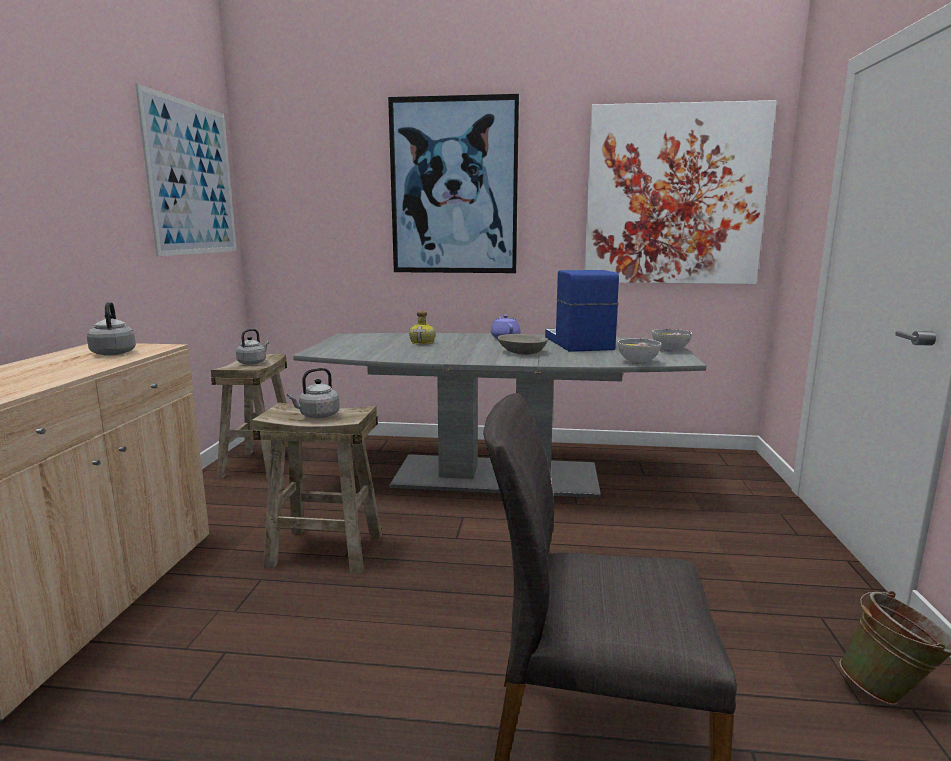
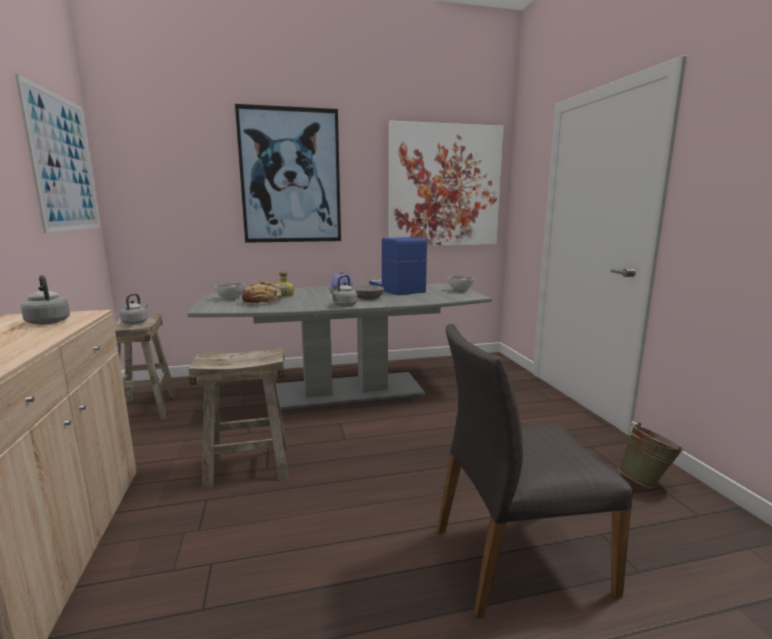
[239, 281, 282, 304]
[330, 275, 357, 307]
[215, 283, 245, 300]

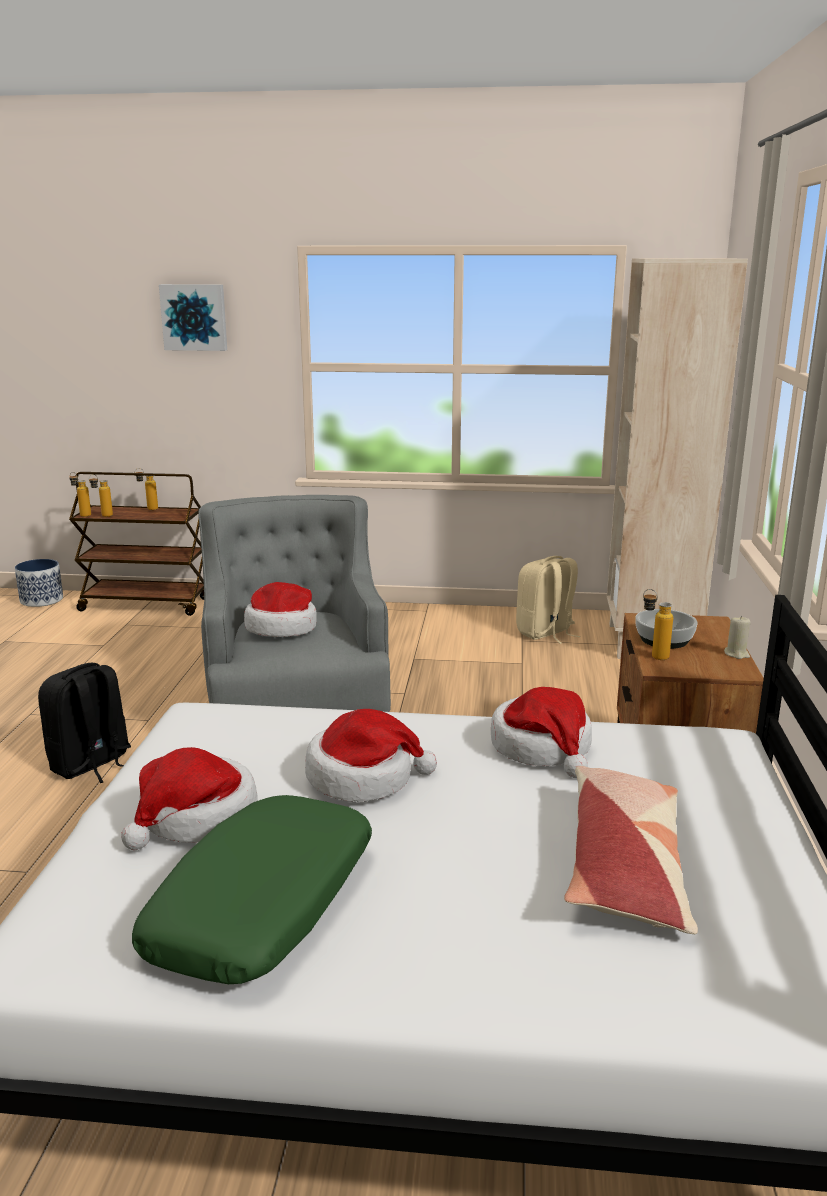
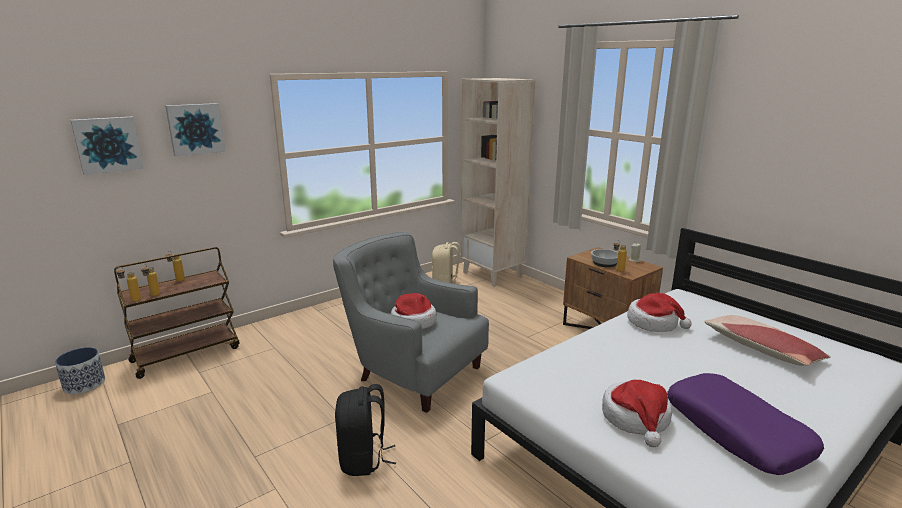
[305, 709, 437, 801] (first image)
[71, 117, 143, 175]
[667, 373, 824, 475]

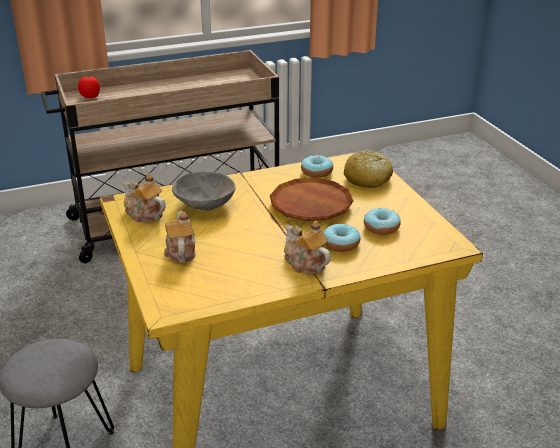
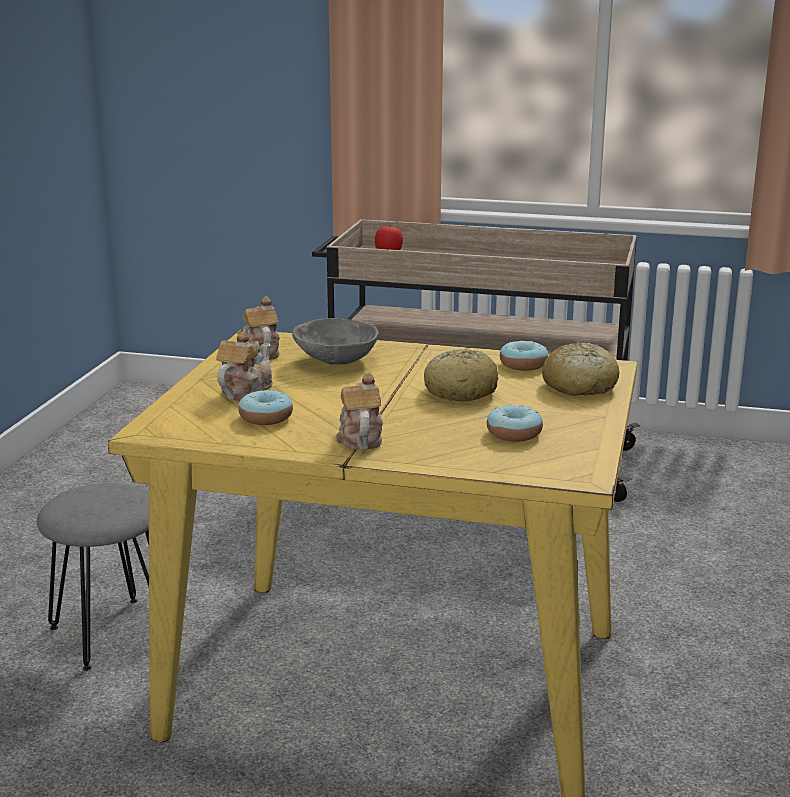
[238, 390, 293, 425]
[424, 349, 499, 401]

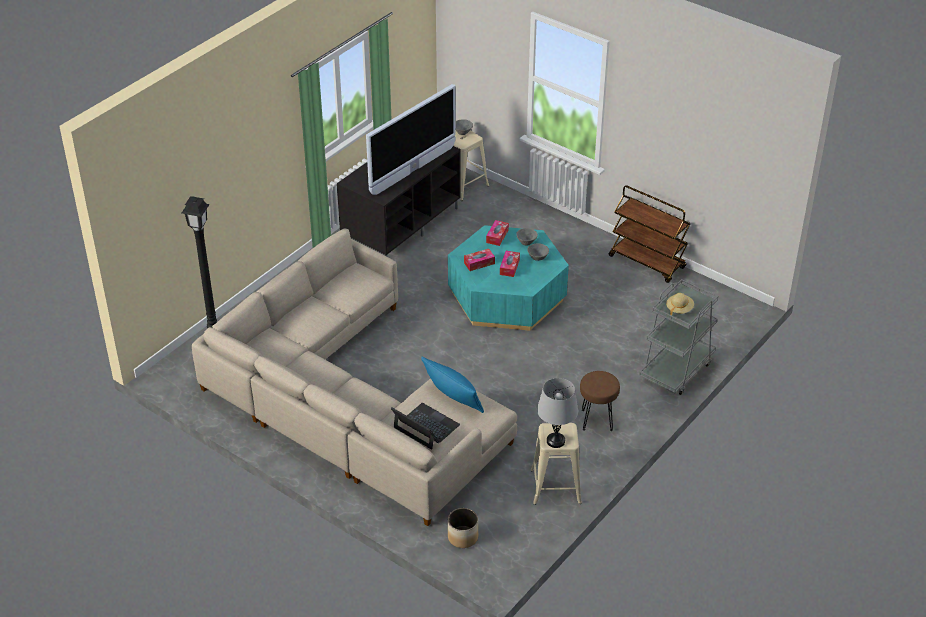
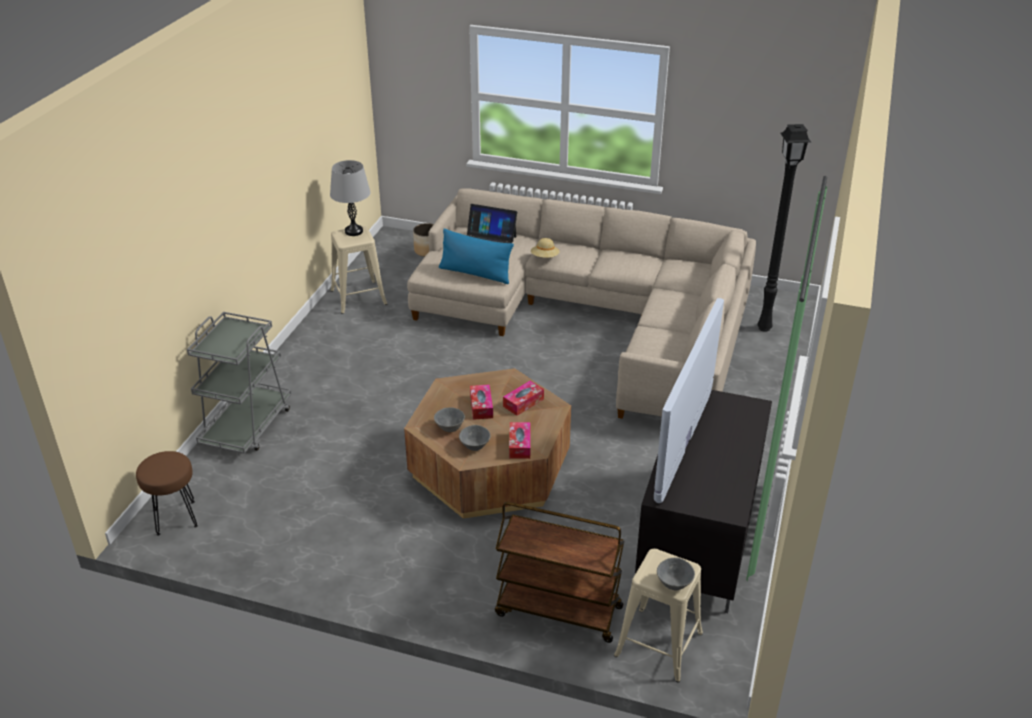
[136, 451, 198, 536]
[495, 502, 624, 643]
[531, 238, 559, 258]
[404, 368, 571, 519]

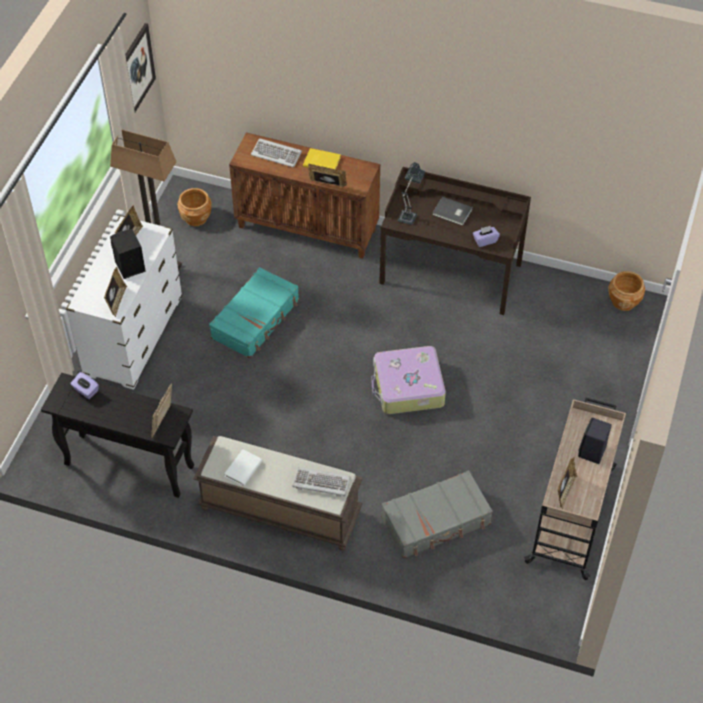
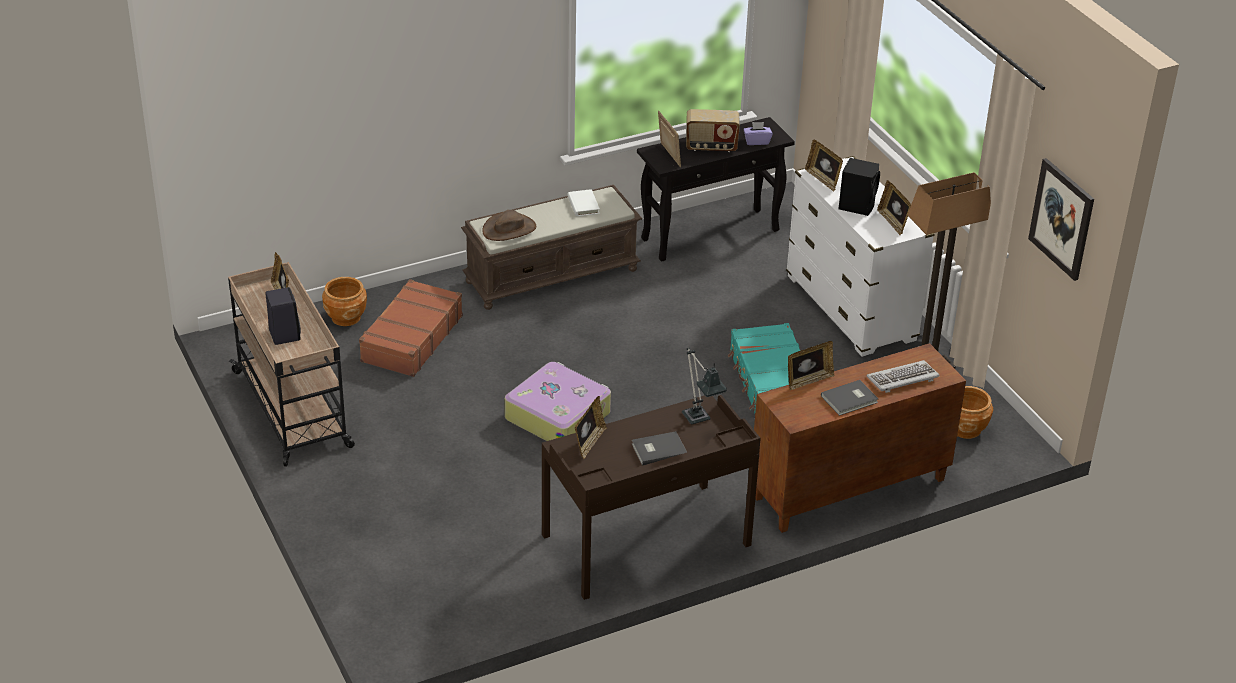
[686, 109, 740, 152]
[322, 277, 367, 326]
[482, 210, 536, 241]
[575, 396, 607, 459]
[821, 380, 878, 416]
[359, 279, 463, 377]

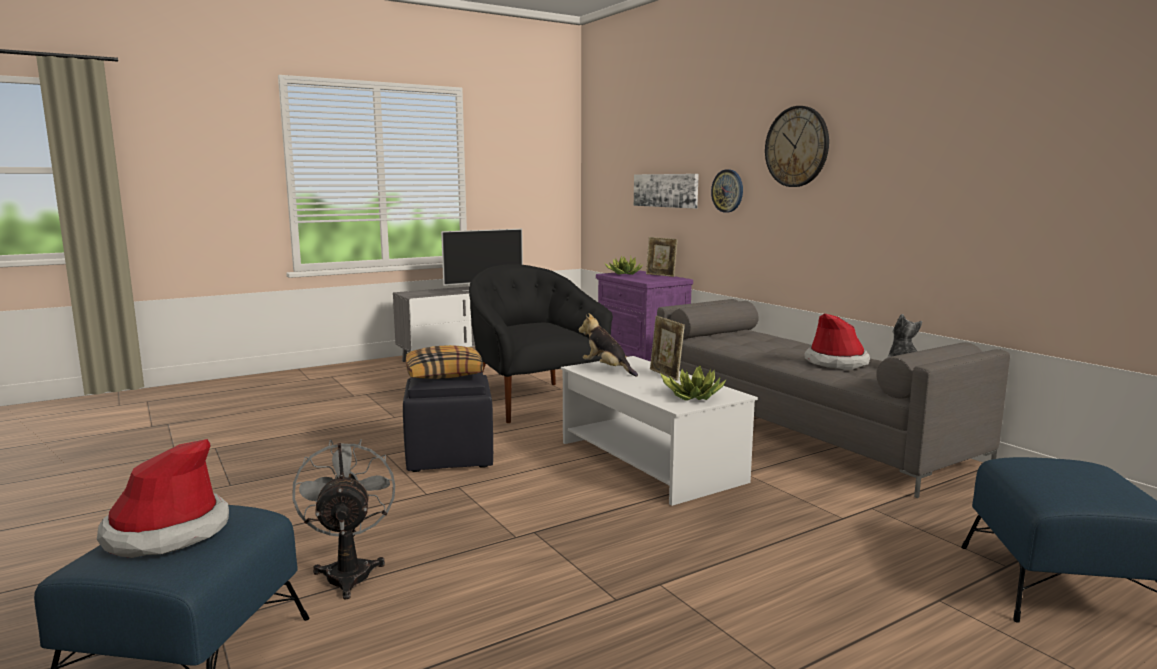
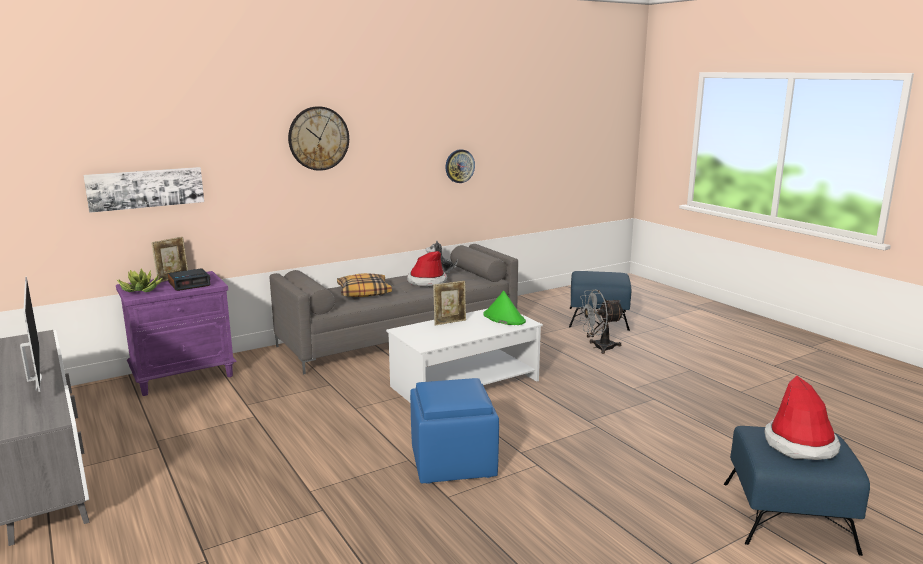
[469, 264, 613, 423] (first image)
[578, 313, 638, 376] (first image)
[168, 268, 211, 291]
[578, 289, 625, 354]
[337, 273, 392, 297]
[445, 149, 475, 183]
[484, 291, 526, 325]
[410, 378, 499, 484]

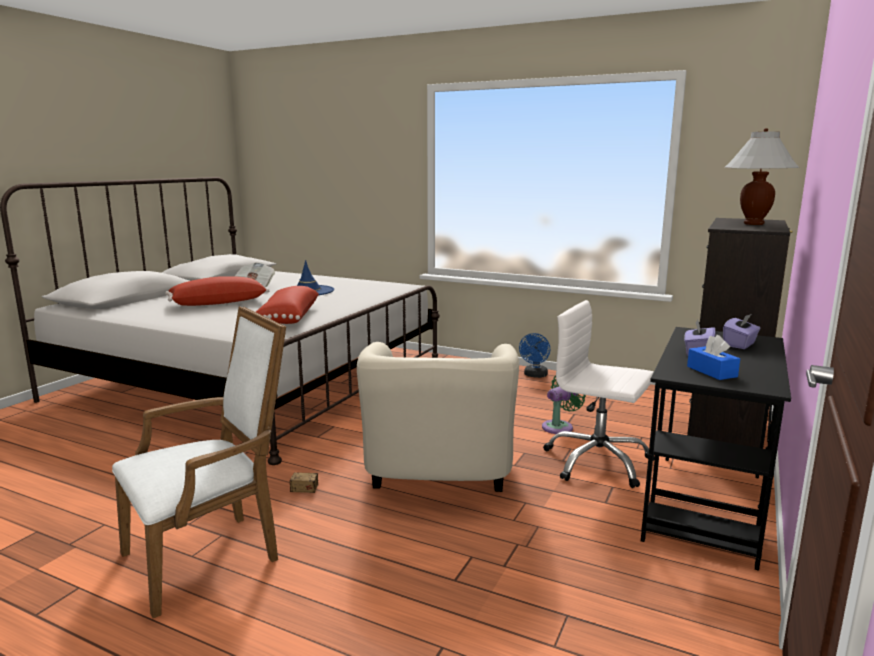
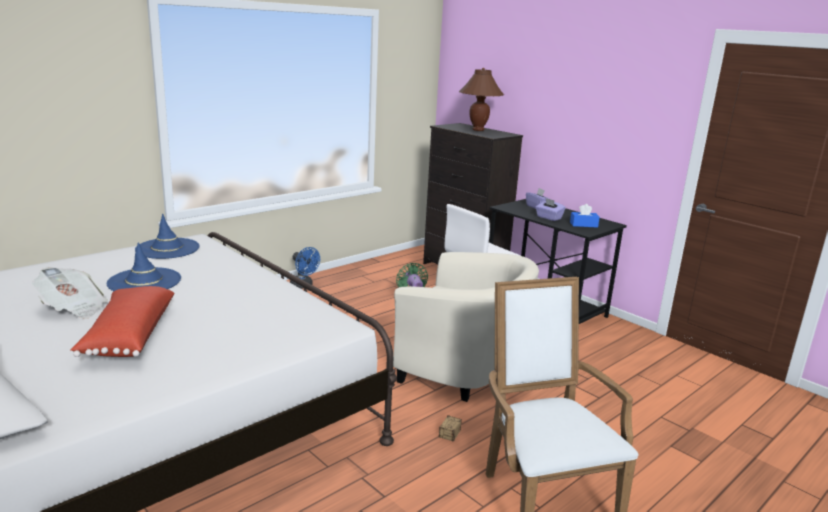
[256, 286, 319, 324] (first image)
[135, 214, 199, 259]
[459, 68, 504, 131]

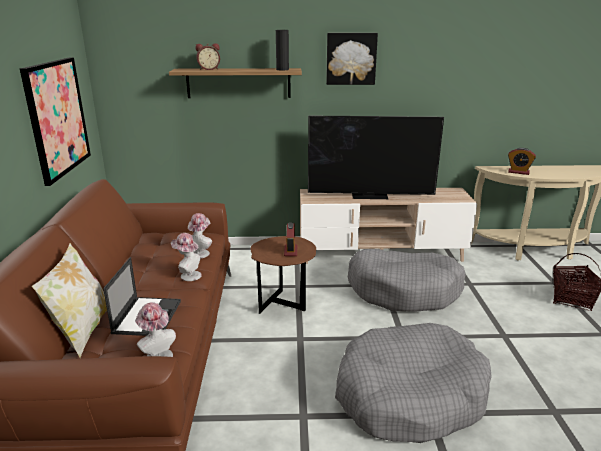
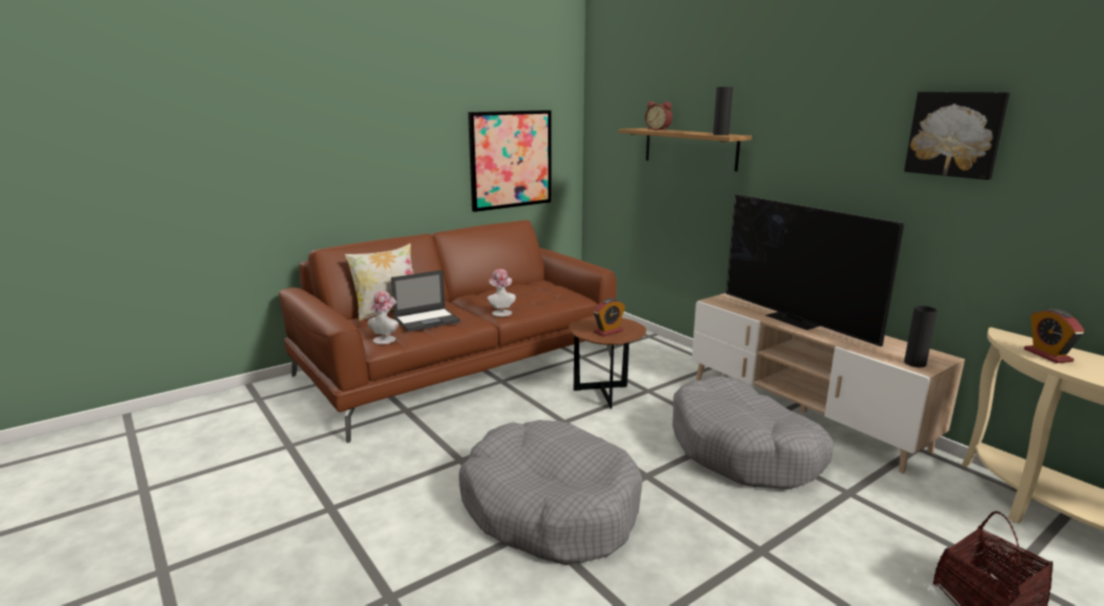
[188, 213, 212, 258] (first image)
[904, 306, 938, 368]
[904, 92, 1010, 180]

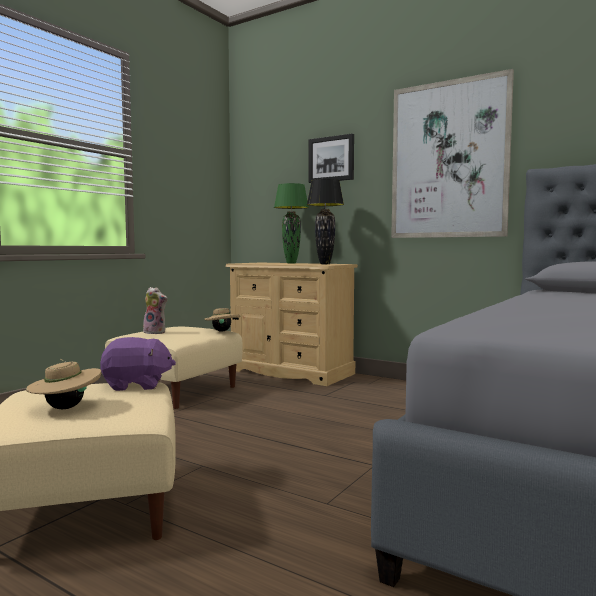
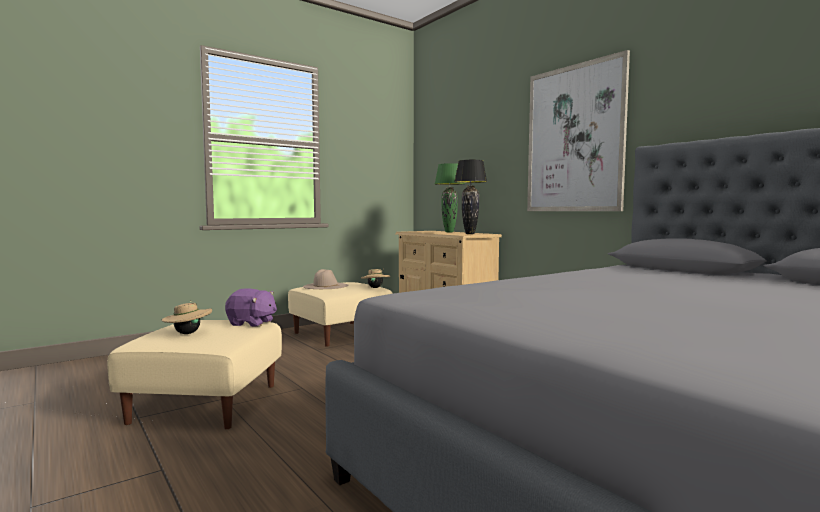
[309, 133, 354, 183] (first image)
[303, 269, 348, 289]

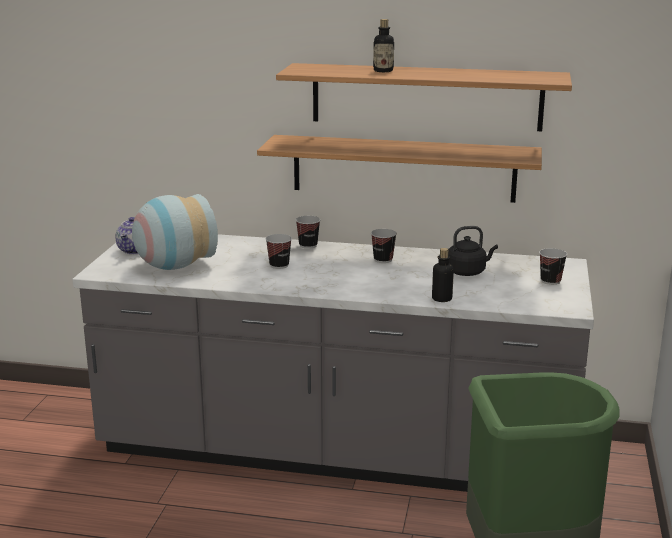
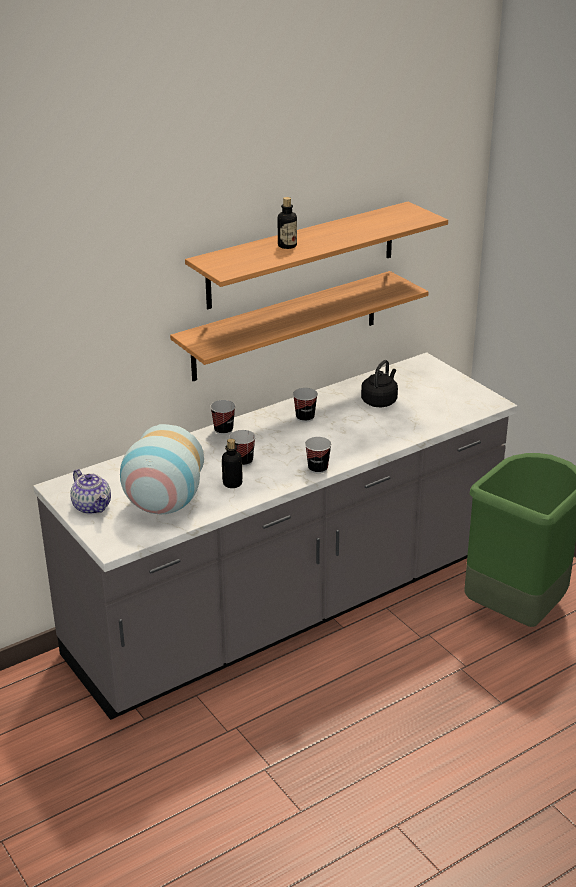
[222, 439, 243, 488]
[305, 437, 332, 474]

